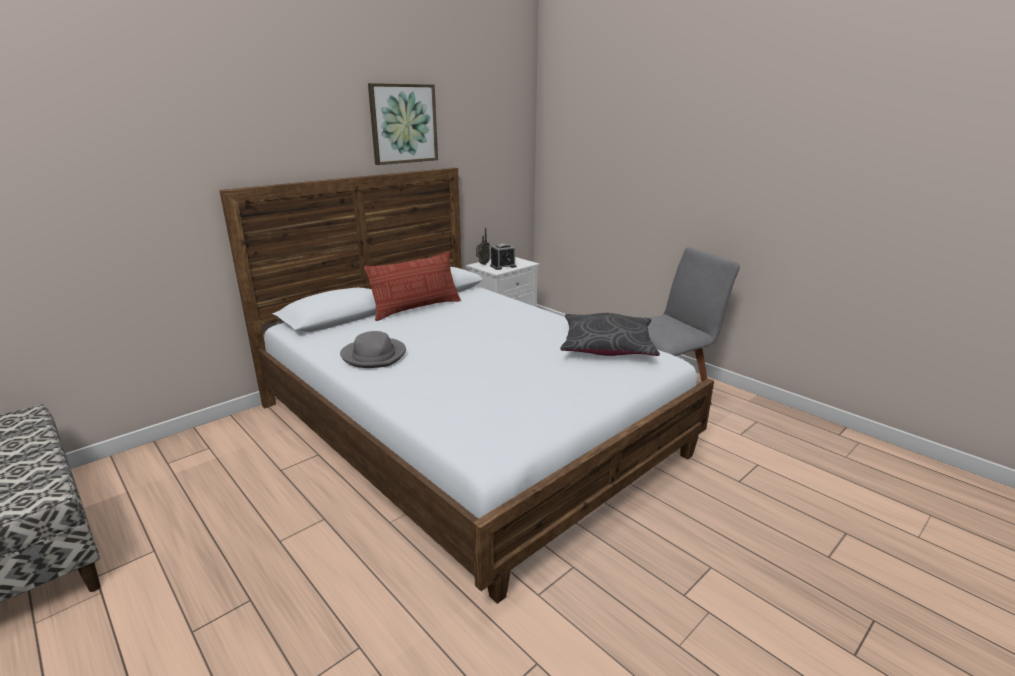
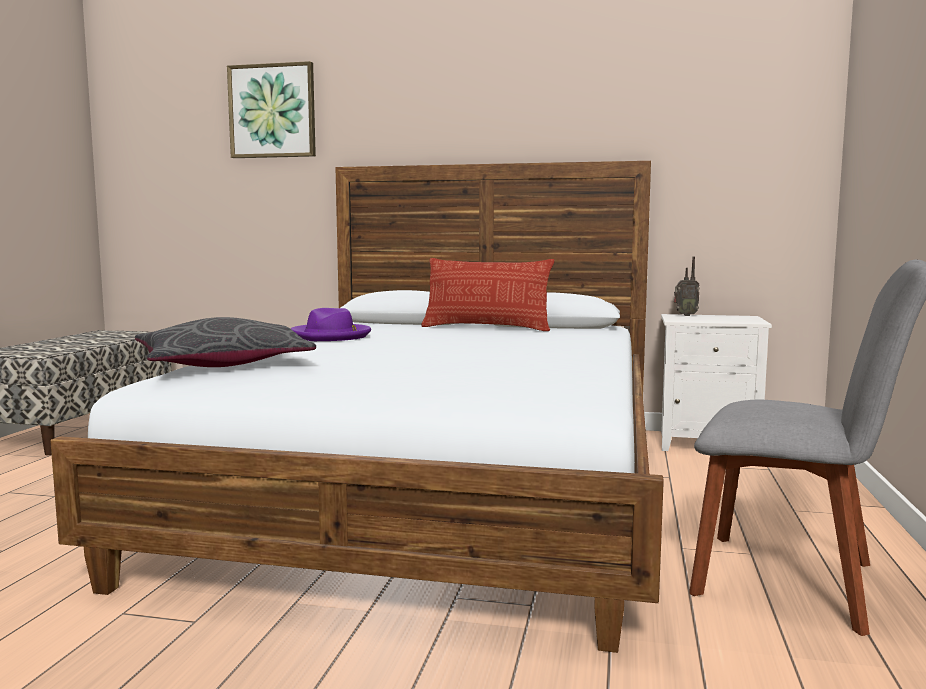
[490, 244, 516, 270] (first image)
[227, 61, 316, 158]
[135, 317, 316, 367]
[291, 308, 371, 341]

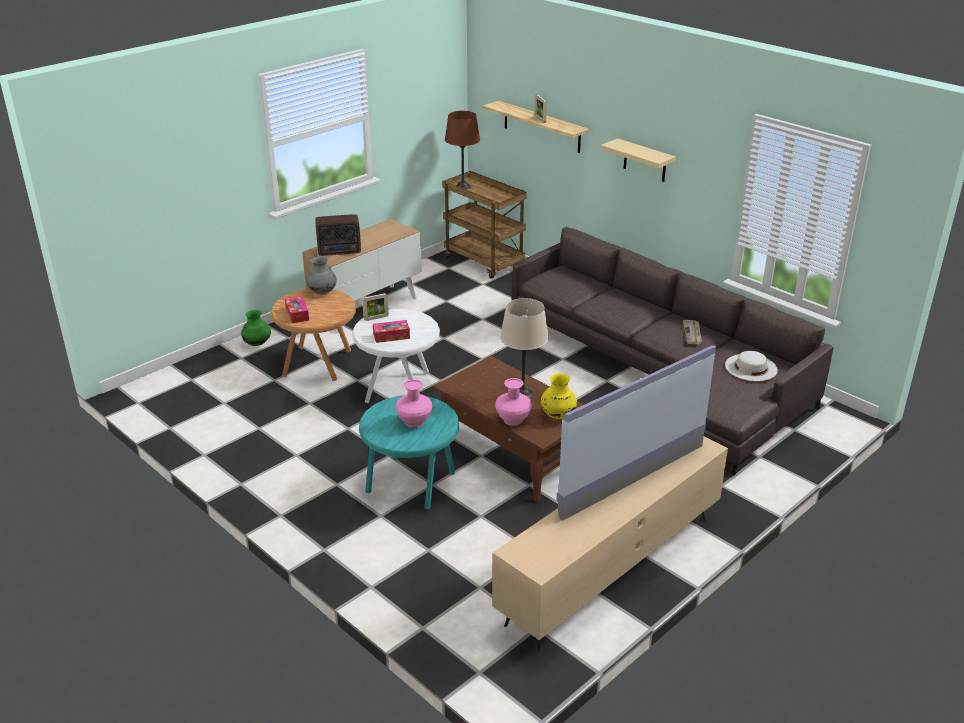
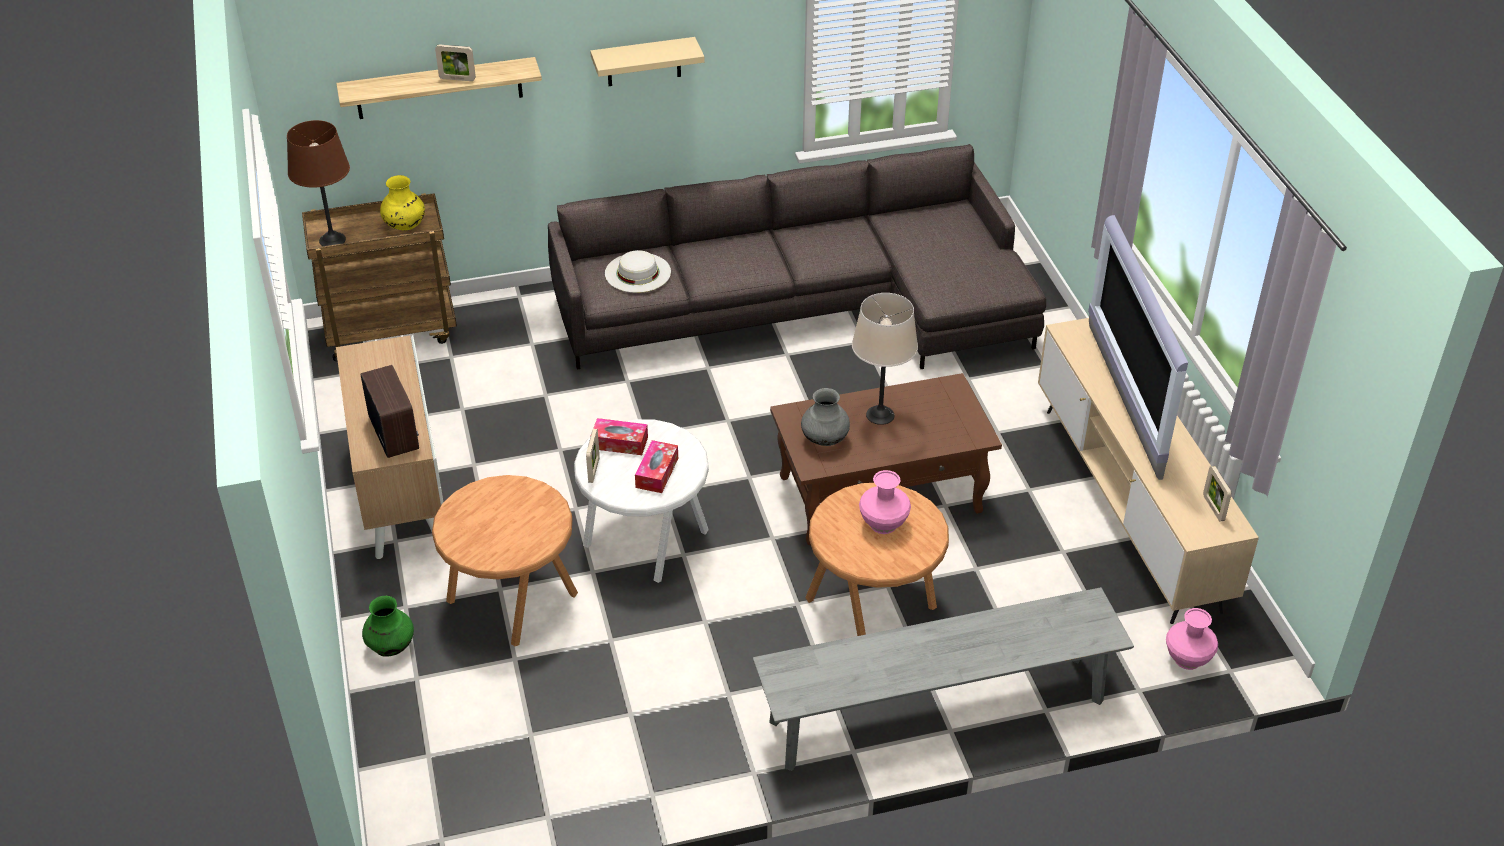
[683, 320, 702, 344] (first image)
[753, 587, 1134, 771]
[1203, 466, 1232, 521]
[593, 418, 648, 455]
[801, 388, 850, 446]
[1166, 608, 1218, 670]
[380, 175, 425, 231]
[605, 250, 671, 293]
[805, 483, 949, 636]
[360, 365, 419, 458]

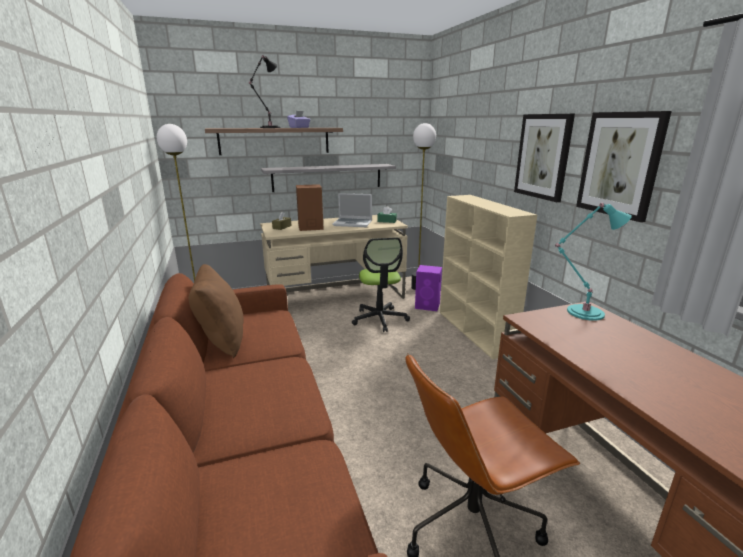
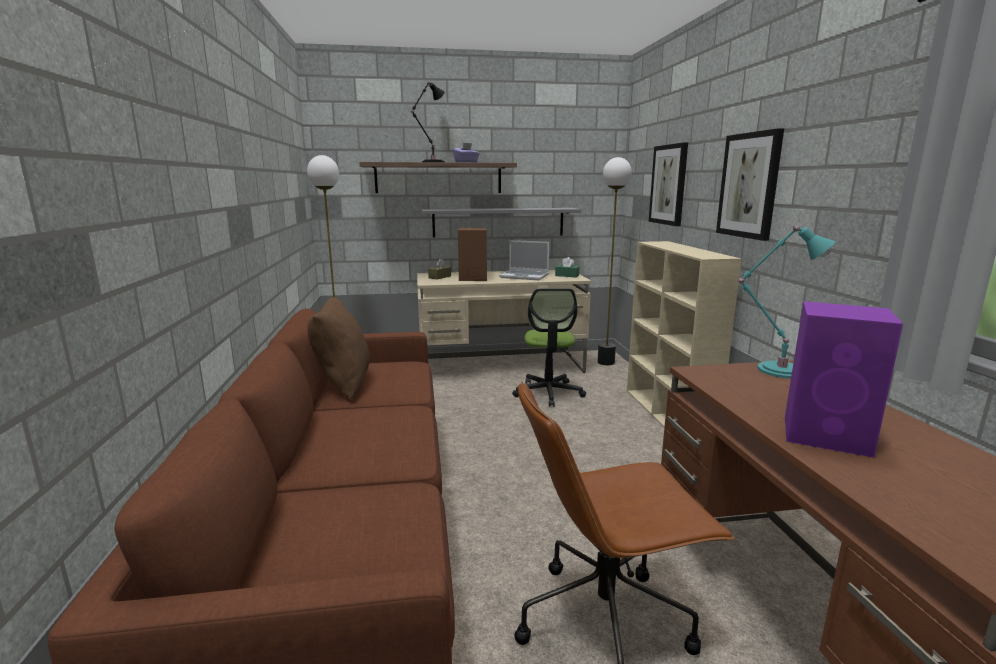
[785, 301, 903, 458]
[649, 143, 688, 226]

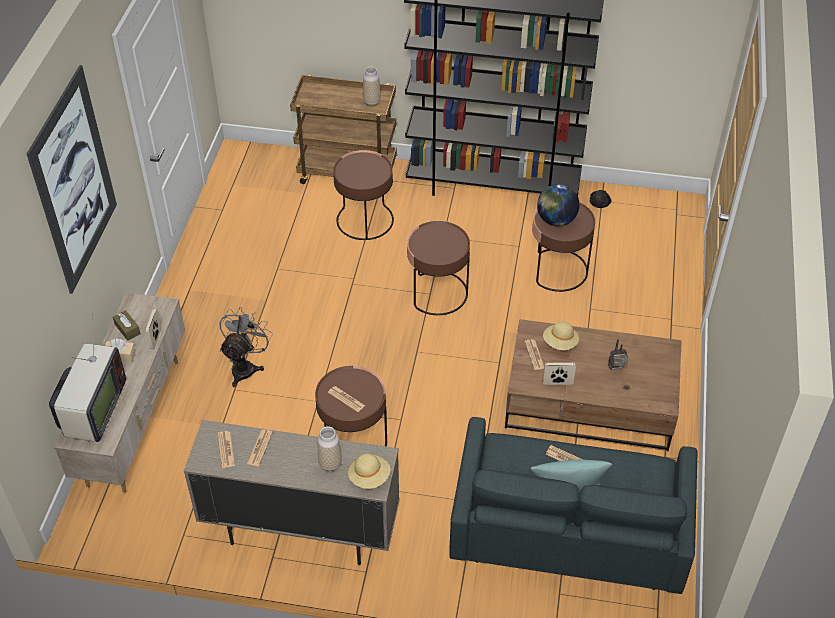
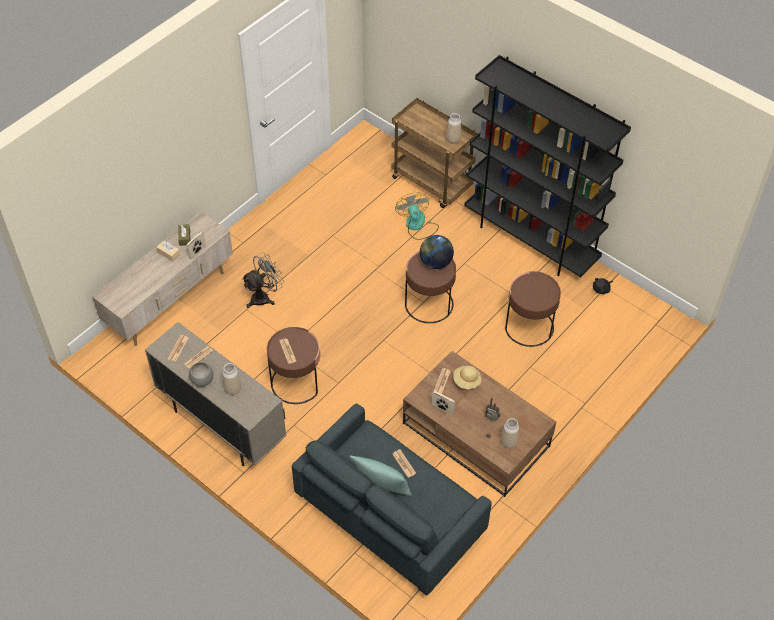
[26, 65, 117, 294] (first image)
[49, 335, 126, 442] (first image)
[348, 453, 391, 489] (first image)
[189, 362, 213, 387]
[501, 418, 519, 448]
[420, 235, 454, 269]
[395, 192, 439, 240]

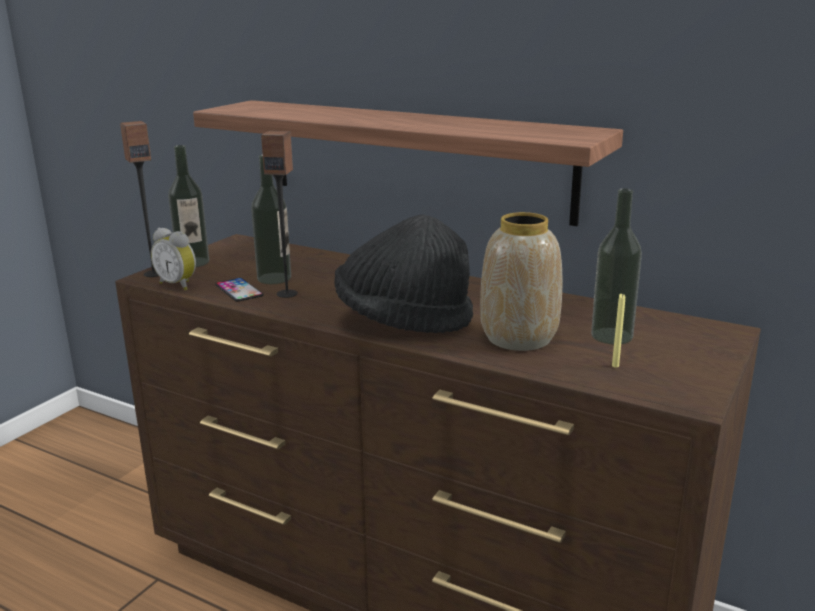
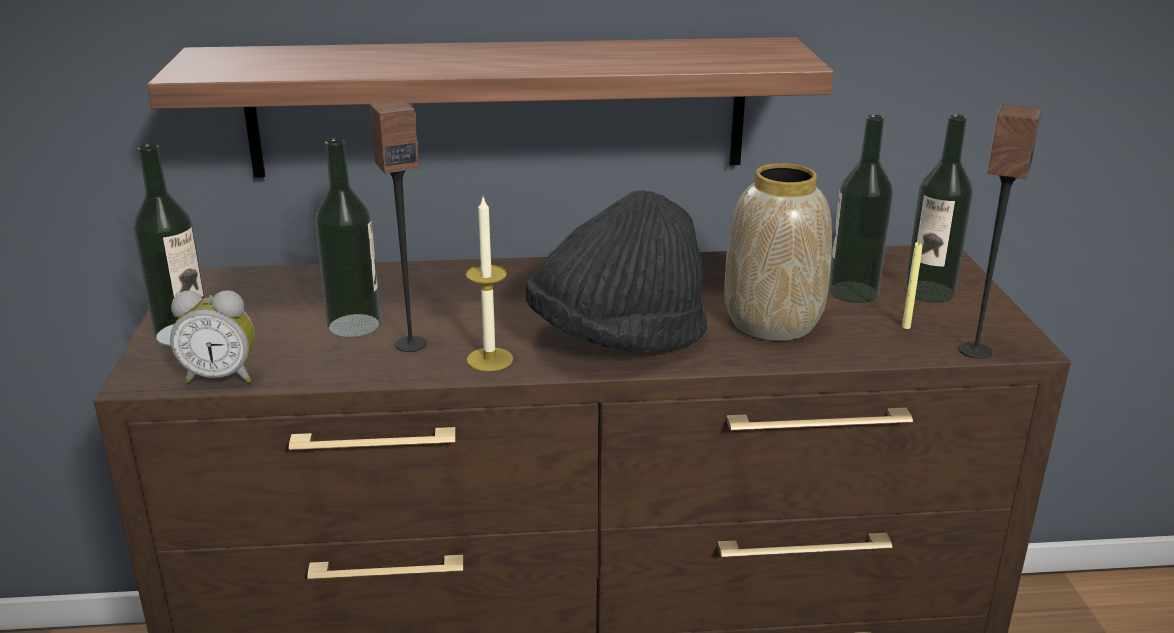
[215, 278, 263, 302] (first image)
[466, 198, 513, 371]
[905, 114, 973, 303]
[959, 105, 1041, 359]

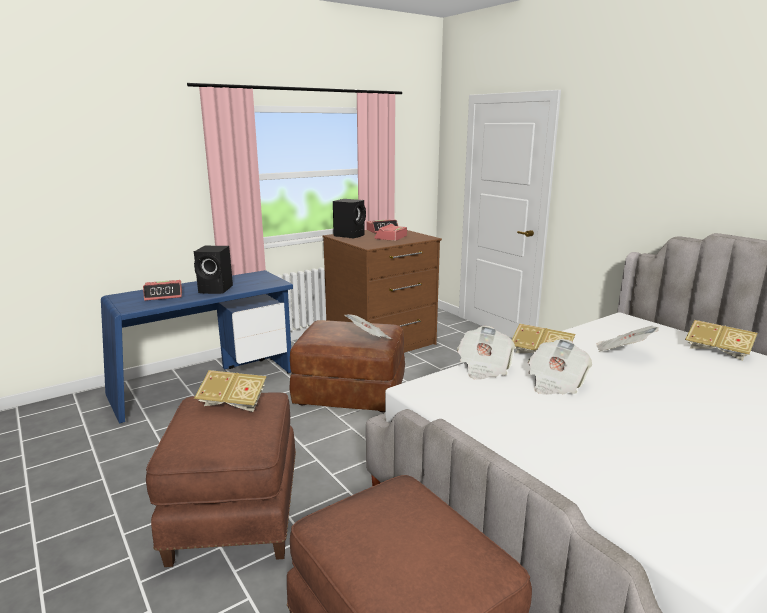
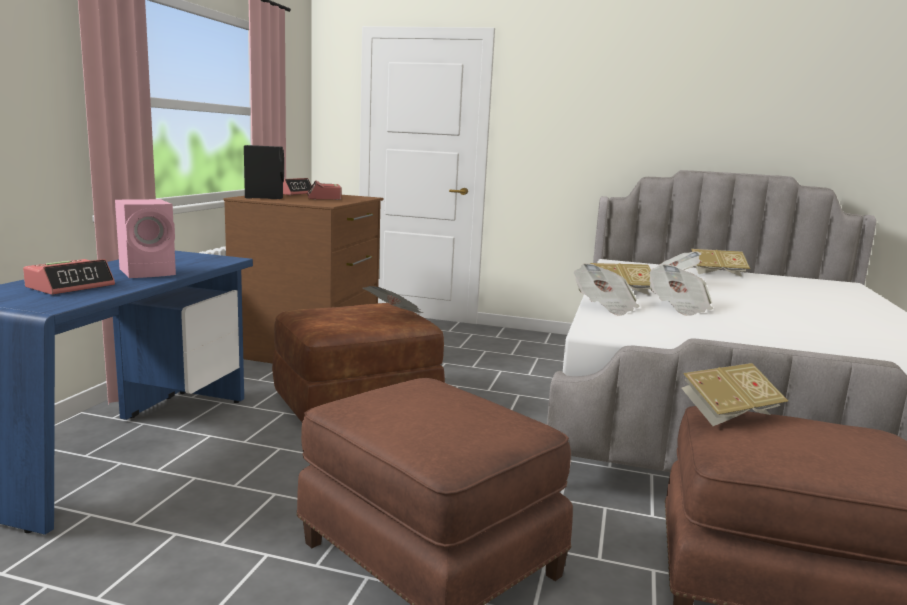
[682, 363, 788, 426]
[115, 199, 176, 278]

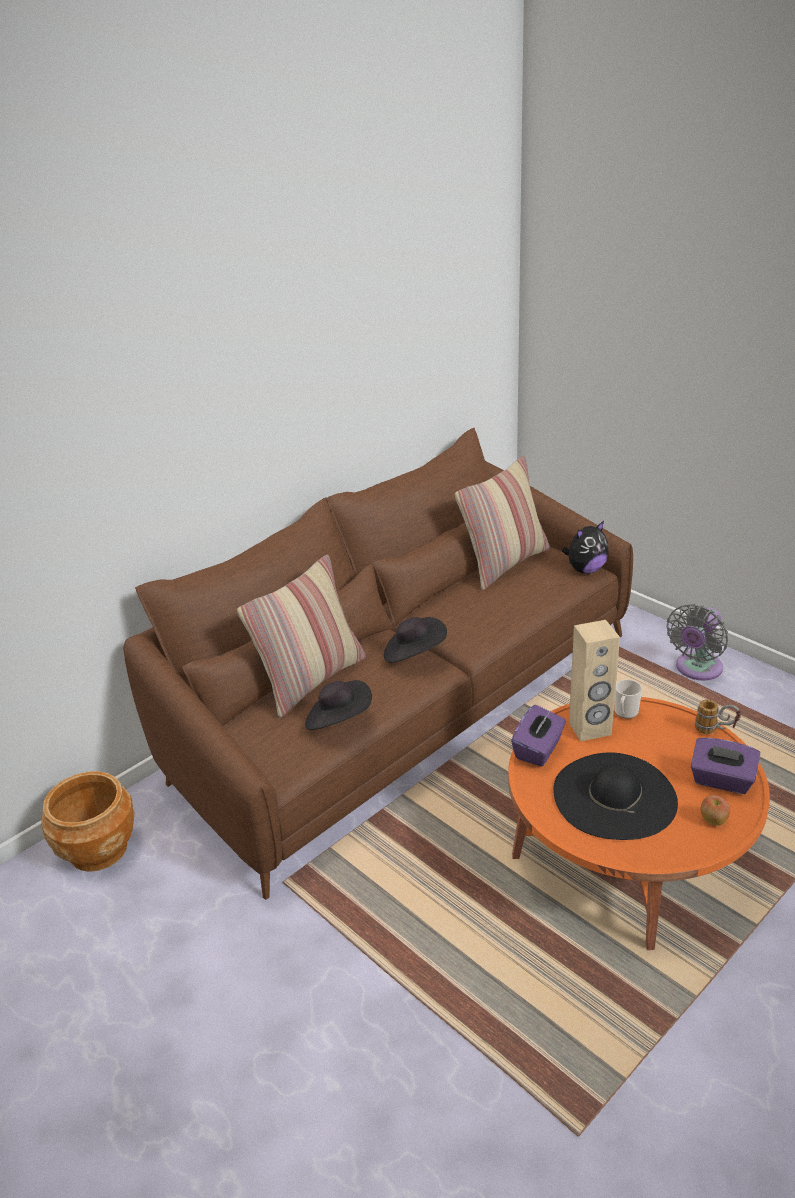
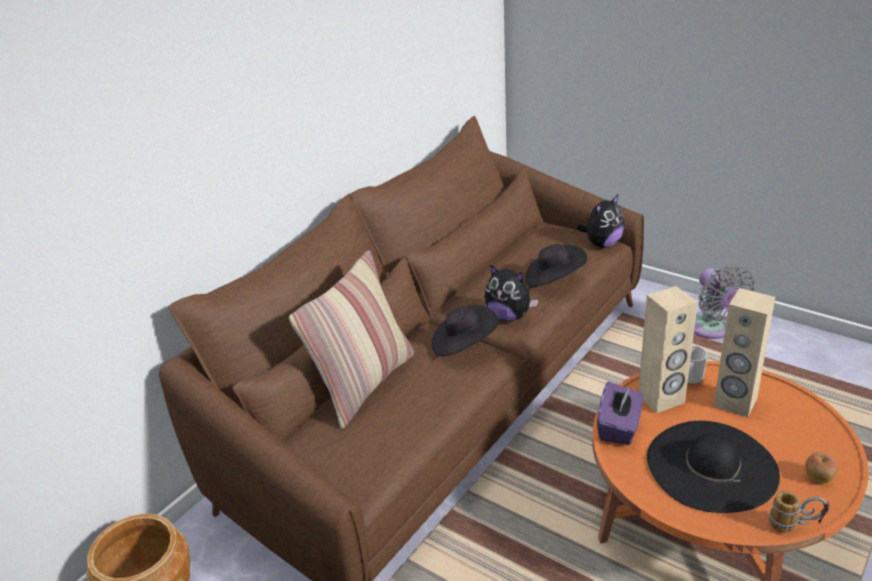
[455, 456, 549, 590] (first image)
[691, 738, 760, 794] (first image)
[484, 264, 538, 321]
[713, 288, 775, 417]
[525, 244, 587, 287]
[769, 491, 830, 533]
[694, 266, 755, 339]

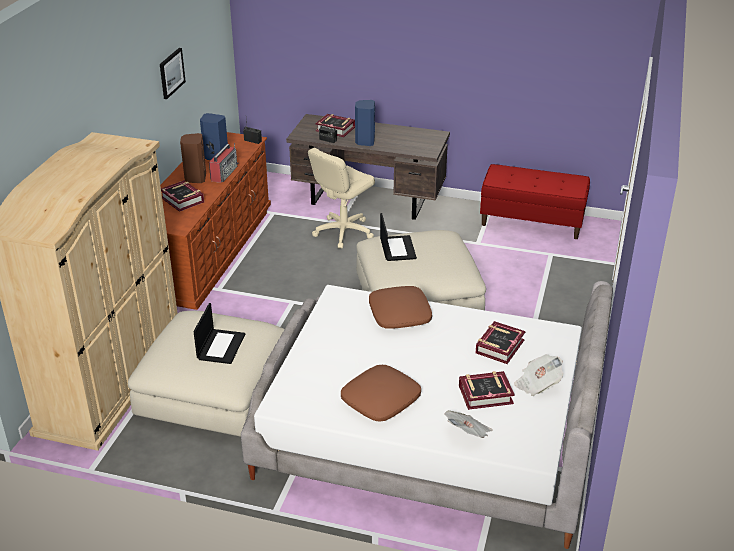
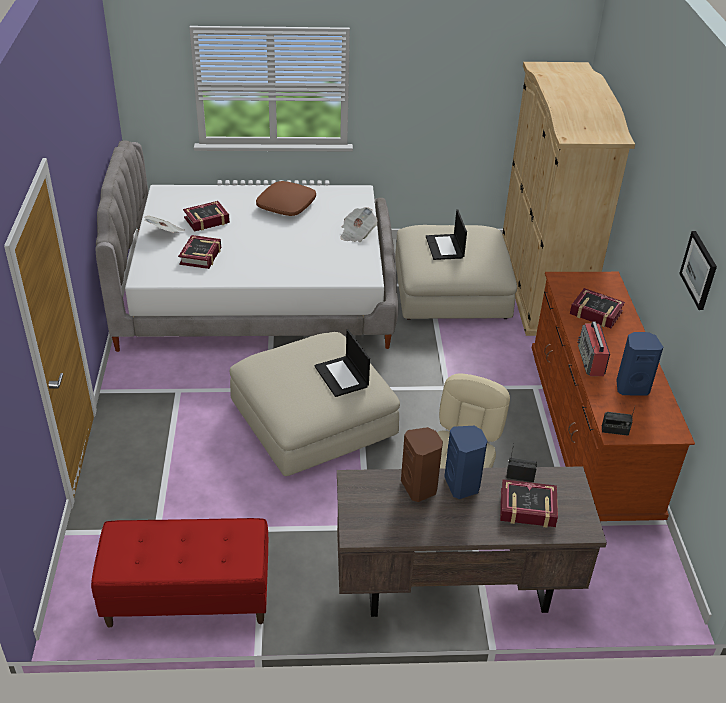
[369, 286, 432, 329] (first image)
[401, 427, 443, 502]
[340, 207, 377, 242]

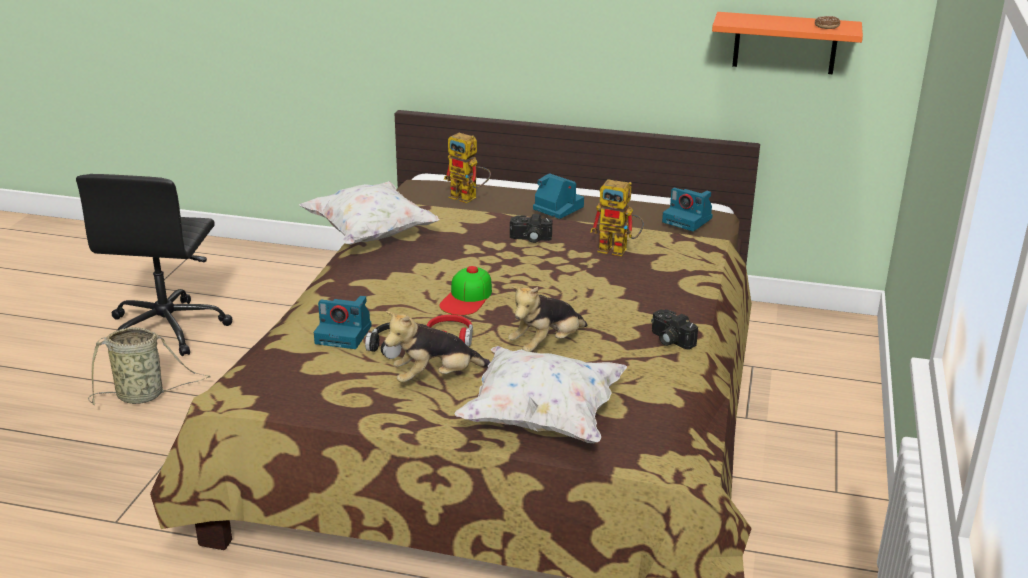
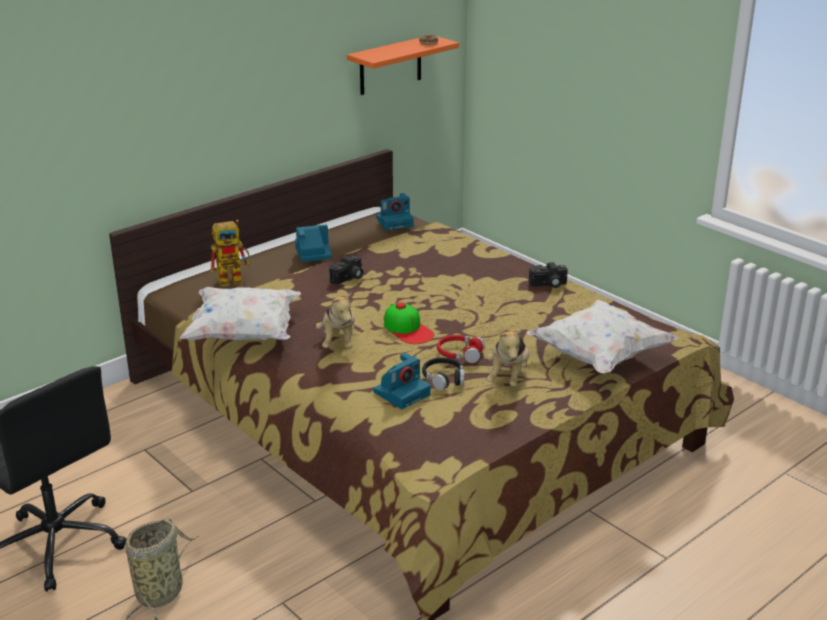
[590, 179, 644, 256] (first image)
[316, 291, 355, 349]

